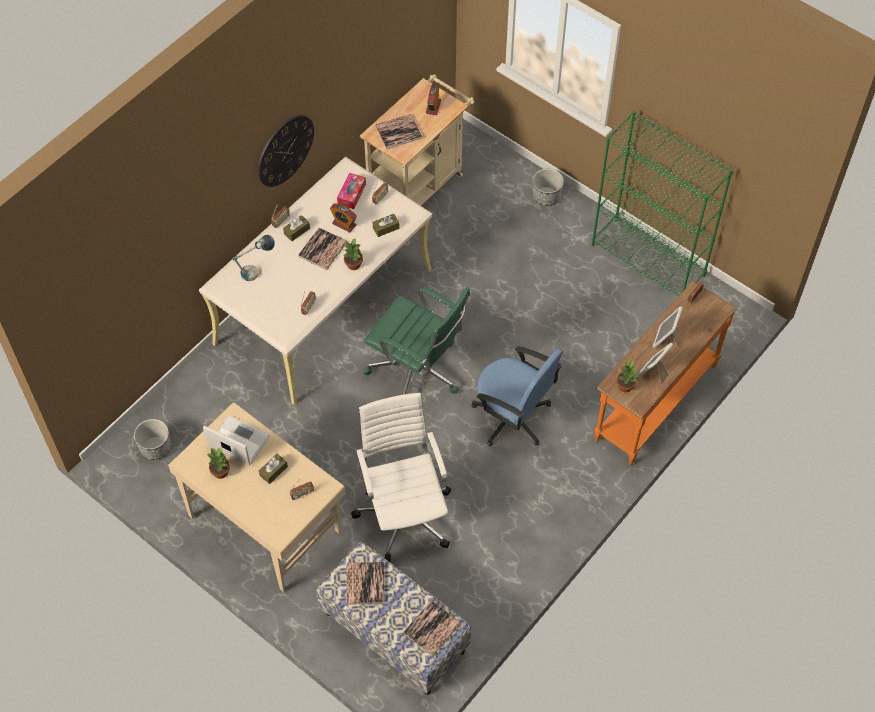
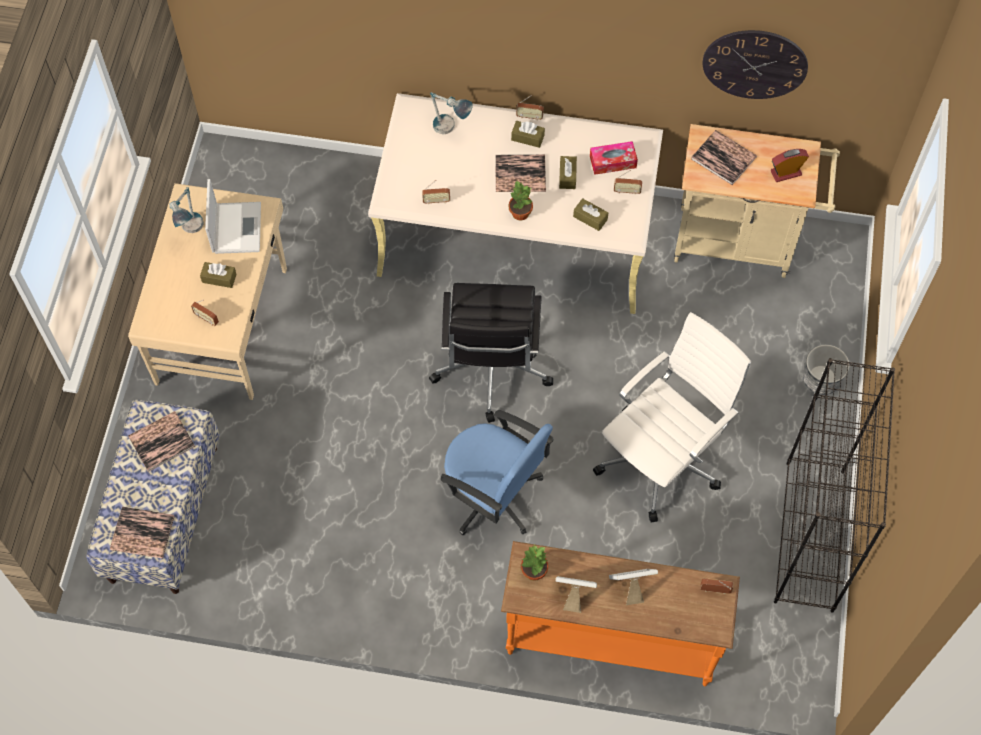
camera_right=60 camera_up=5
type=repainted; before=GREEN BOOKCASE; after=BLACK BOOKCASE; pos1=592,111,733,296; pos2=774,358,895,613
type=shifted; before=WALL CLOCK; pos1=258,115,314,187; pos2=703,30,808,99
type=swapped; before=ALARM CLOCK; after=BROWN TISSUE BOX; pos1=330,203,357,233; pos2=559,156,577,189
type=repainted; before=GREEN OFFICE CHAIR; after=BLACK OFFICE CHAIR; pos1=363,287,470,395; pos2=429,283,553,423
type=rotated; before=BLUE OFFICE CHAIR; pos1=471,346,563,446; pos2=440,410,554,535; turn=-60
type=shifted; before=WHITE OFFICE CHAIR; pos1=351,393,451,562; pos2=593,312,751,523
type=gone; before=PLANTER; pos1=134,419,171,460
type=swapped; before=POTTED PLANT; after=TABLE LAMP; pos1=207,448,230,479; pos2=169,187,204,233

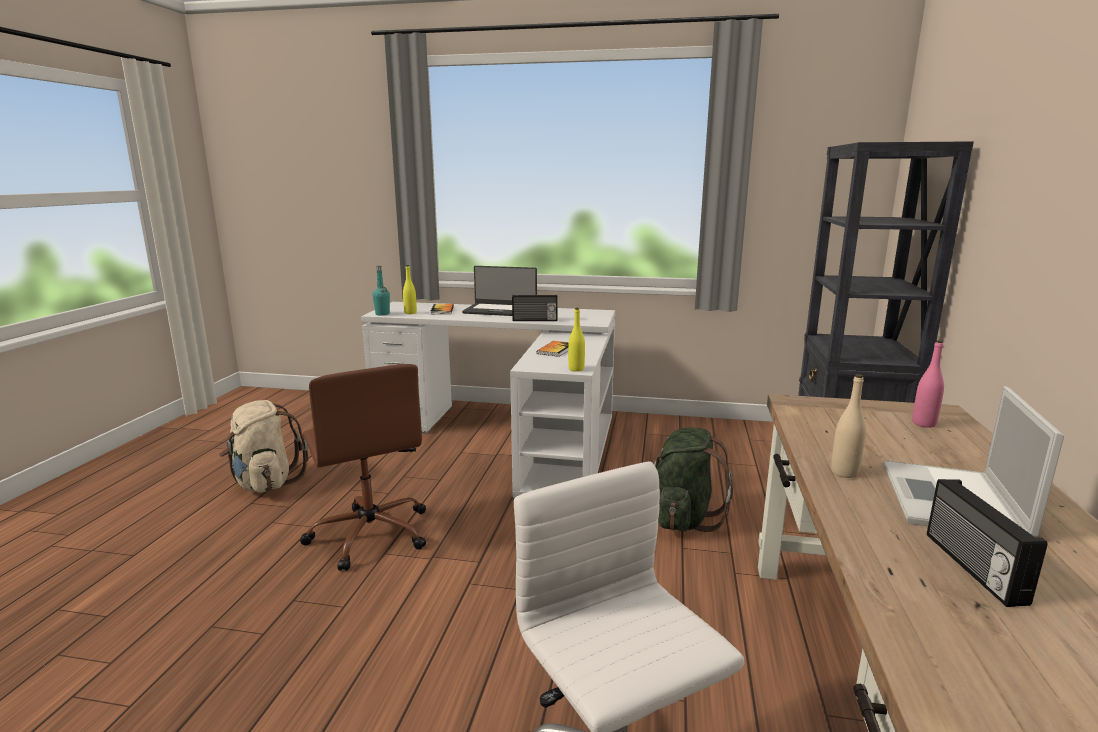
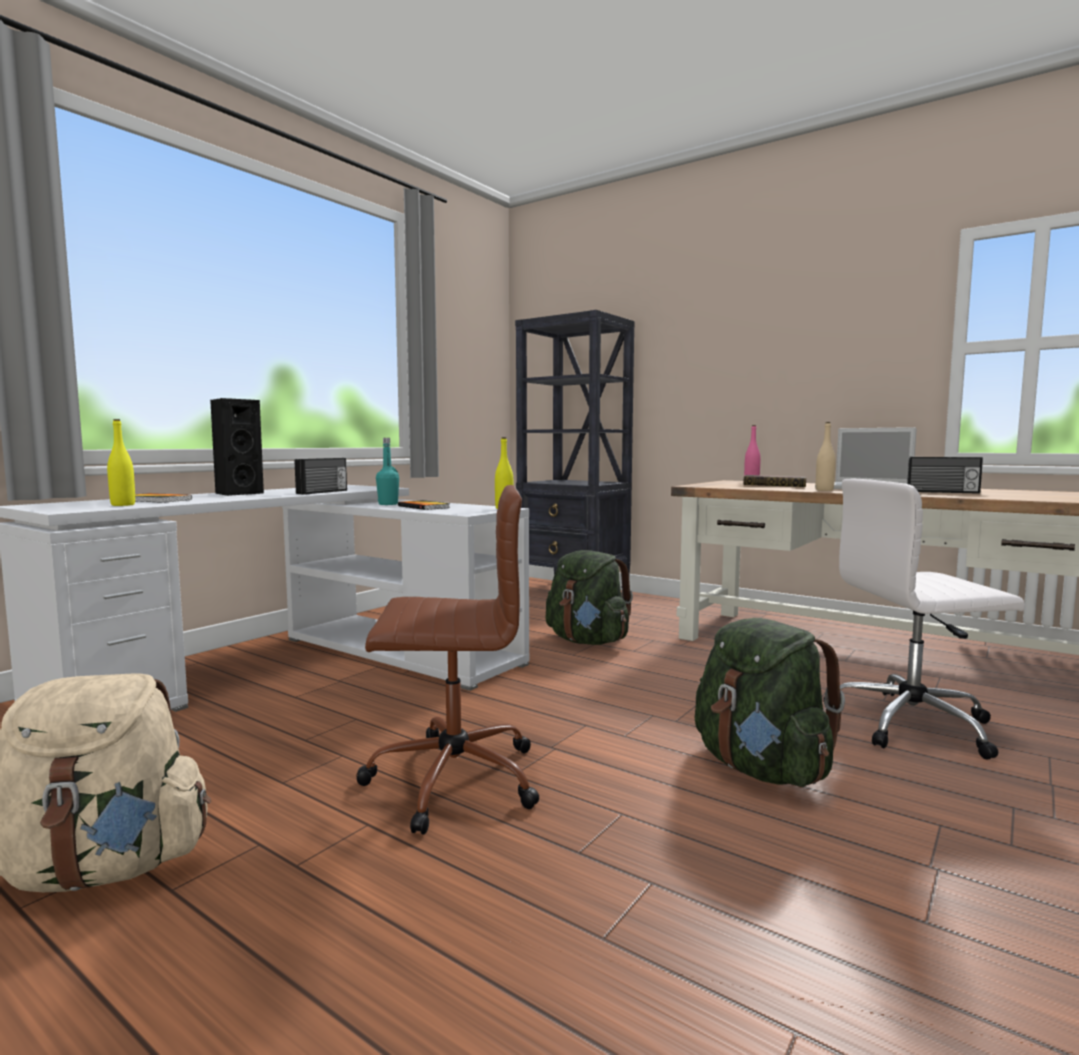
camera_right=-65 camera_up=-10
type=shifted; before=TURQUOISE BOTTLE; pos1=372,266,390,316; pos2=376,438,399,505
type=swapped; before=LAPTOP; after=BLACK SPEAKER; pos1=462,266,537,316; pos2=210,398,264,496
type=new; after=BOOK; pos2=743,475,806,487
type=new; after=GREEN BACKPACK; pos2=695,618,845,787

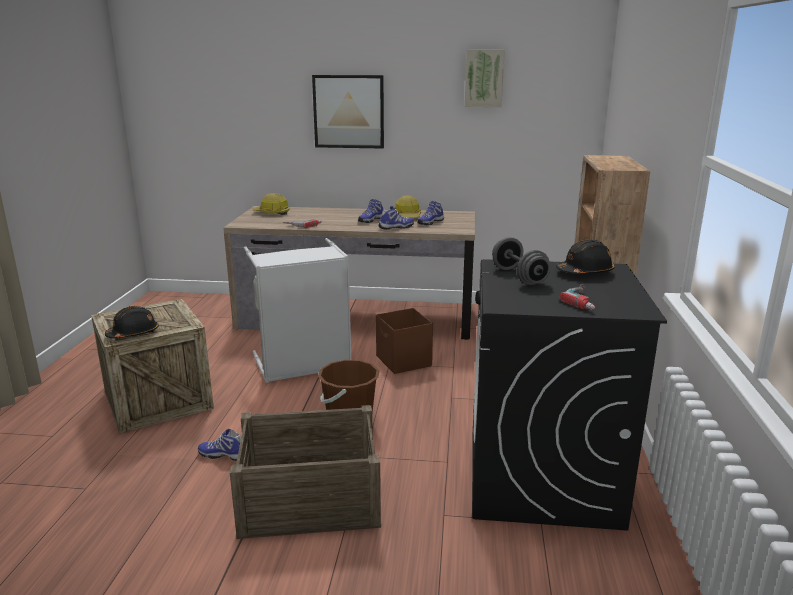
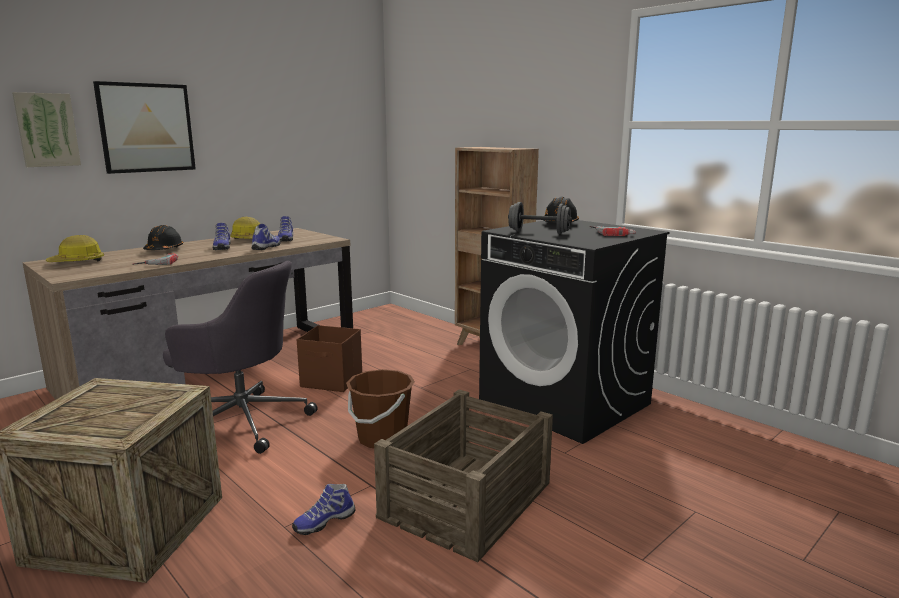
camera_right=-50 camera_up=-5
type=shifted; before=PICTURE; pos1=465,49,505,107; pos2=12,92,81,167
type=swapped; before=GREY LAUNDRY BASKET; after=GREY OFFICE CHAIR; pos1=244,238,351,383; pos2=163,261,318,454
type=shifted; before=BLACK HARD HAT; pos1=105,306,159,338; pos2=143,225,183,250

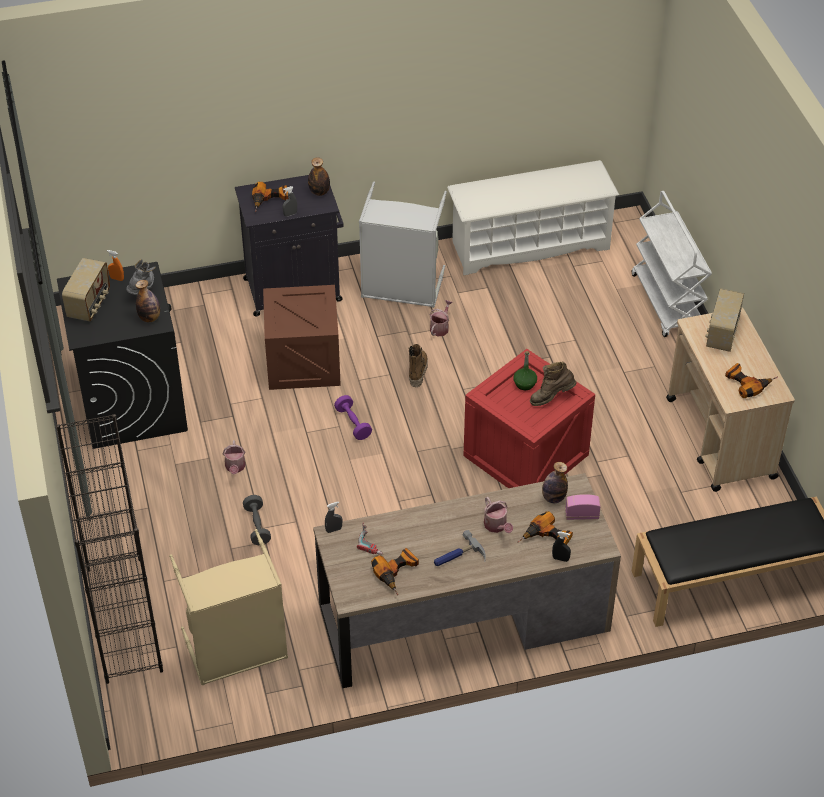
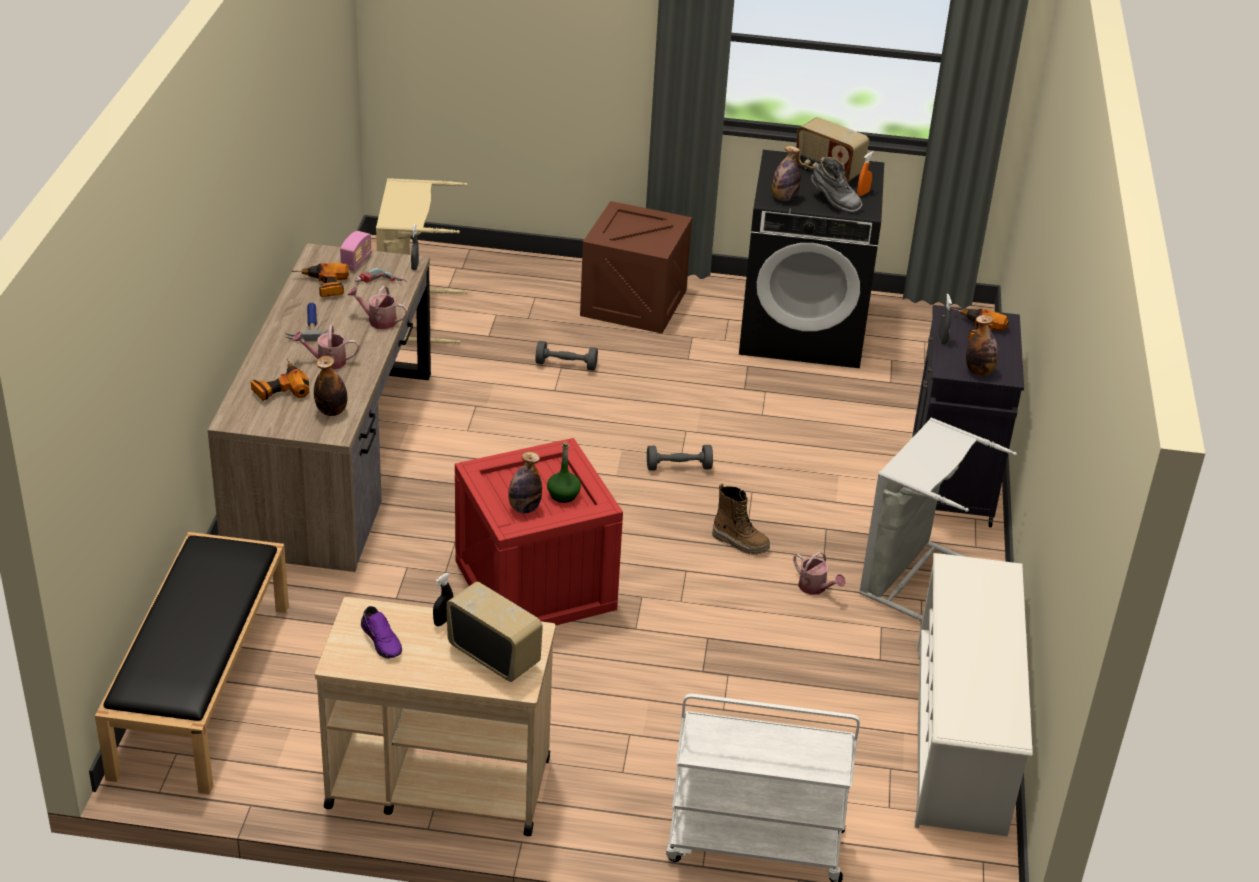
camera_right=110 camera_up=-10
type=shifted; before=CRATE; pos1=263,285,341,390; pos2=580,201,692,334
type=swapped; before=BROWN BOOT; after=BOTTLE; pos1=530,361,576,406; pos2=508,452,542,514
type=swapped; before=POWER DRILL; after=PURPLE SHOE; pos1=725,363,778,398; pos2=361,606,402,659
type=repainted; before=PURPLE DUMBBELL; after=GREY DUMBBELL; pos1=334,395,372,440; pos2=647,445,713,471
type=gone; before=BLACK BOOKCASE; pos1=56,414,163,684
type=shifted; before=WATERING CAN; pos1=223,440,246,474; pos2=347,286,408,329
type=shifted; before=RADIO; pos1=565,494,601,520; pos2=340,231,372,271
type=shifted; before=BLACK SPRAY BOTTLE; pos1=552,531,571,562; pos2=433,573,454,626

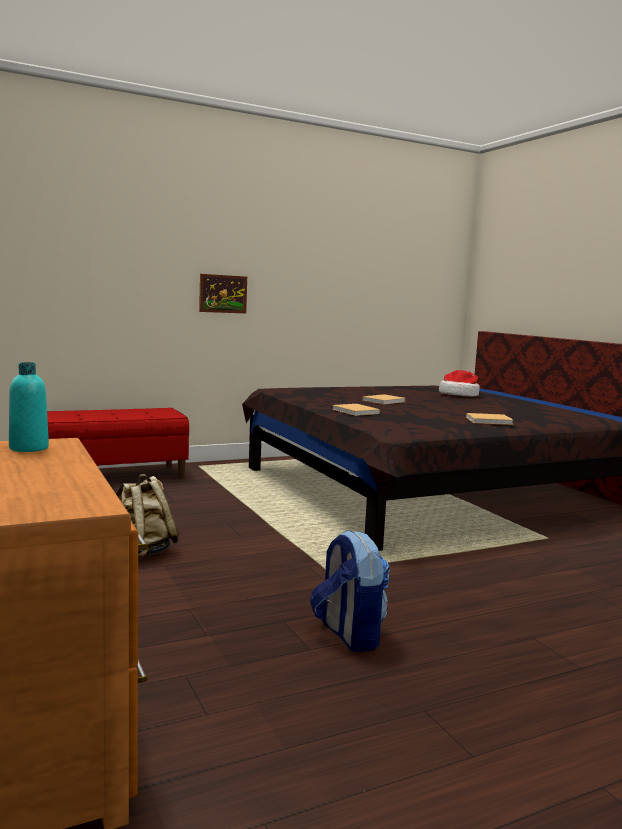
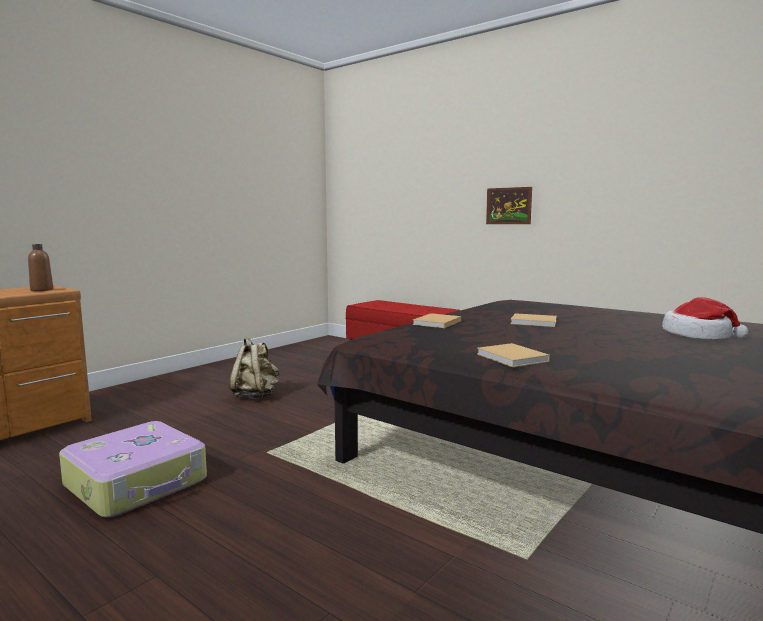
camera_right=65 camera_up=0
type=repainted; before=TURQUOISE BOTTLE; after=BROWN BOTTLE; pos1=9,362,49,452; pos2=28,244,53,291
type=swapped; before=BACKPACK; after=SUITCASE; pos1=310,530,390,652; pos2=59,421,207,518

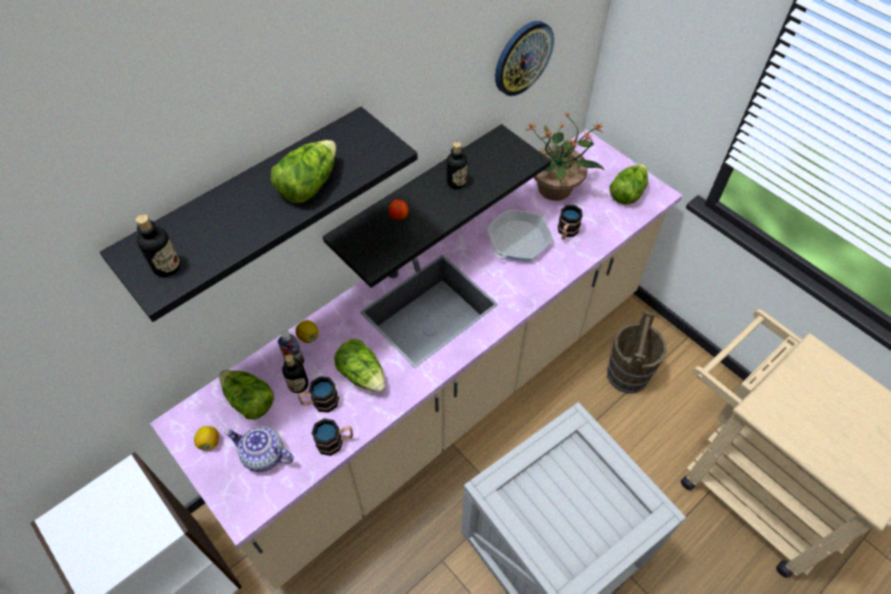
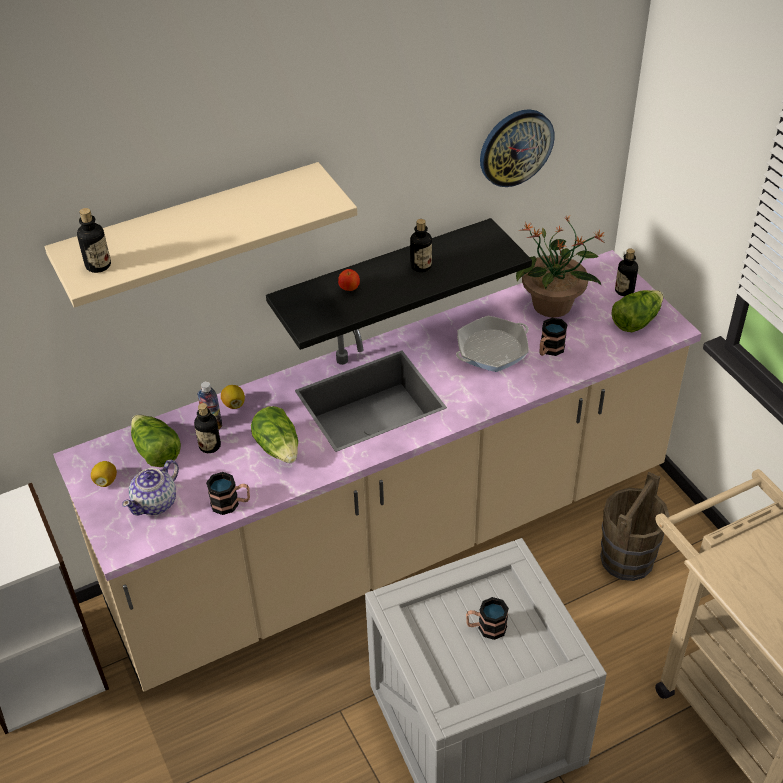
camera_right=15 camera_up=-10
type=repainted; before=BLACK SHELF; after=BEIGE SHELF; pos1=100,107,418,322; pos2=45,162,357,308
type=gone; before=LETTUCE; pos1=270,140,336,203
type=shifted; before=MUG; pos1=298,376,339,413; pos2=466,597,509,640
type=rotated; before=TEAPOT; pos1=224,426,294,472; pos2=122,460,179,516; turn=-90
type=new; after=BOTTLE; pos2=615,248,638,296

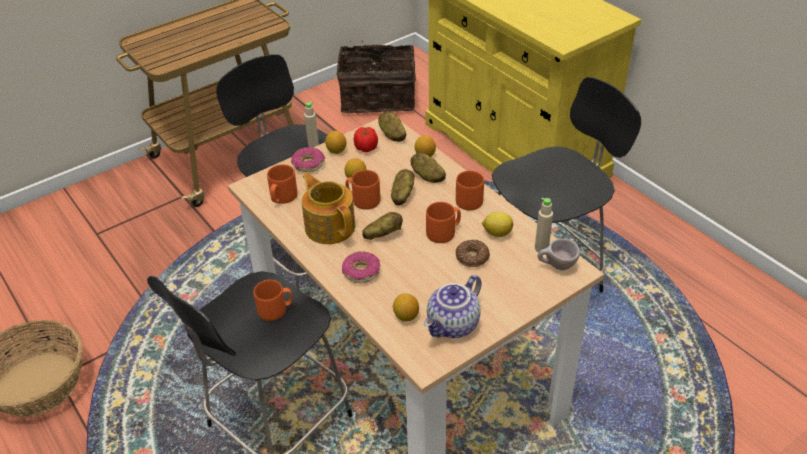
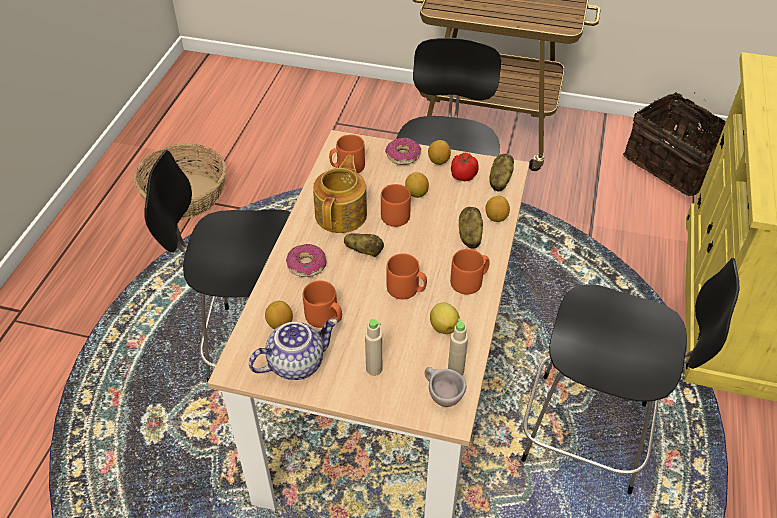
camera_right=50 camera_up=5
type=shifted; before=BEIGE BOTTLE; pos1=304,102,319,147; pos2=365,319,382,376
type=gone; before=POTATO; pos1=391,169,414,206
type=gone; before=DONUT; pos1=456,240,490,267
type=rotated; before=TEAPOT; pos1=424,275,482,338; pos2=249,318,338,380; turn=150
type=shifted; before=ORANGE MUG; pos1=254,280,292,321; pos2=302,280,342,328

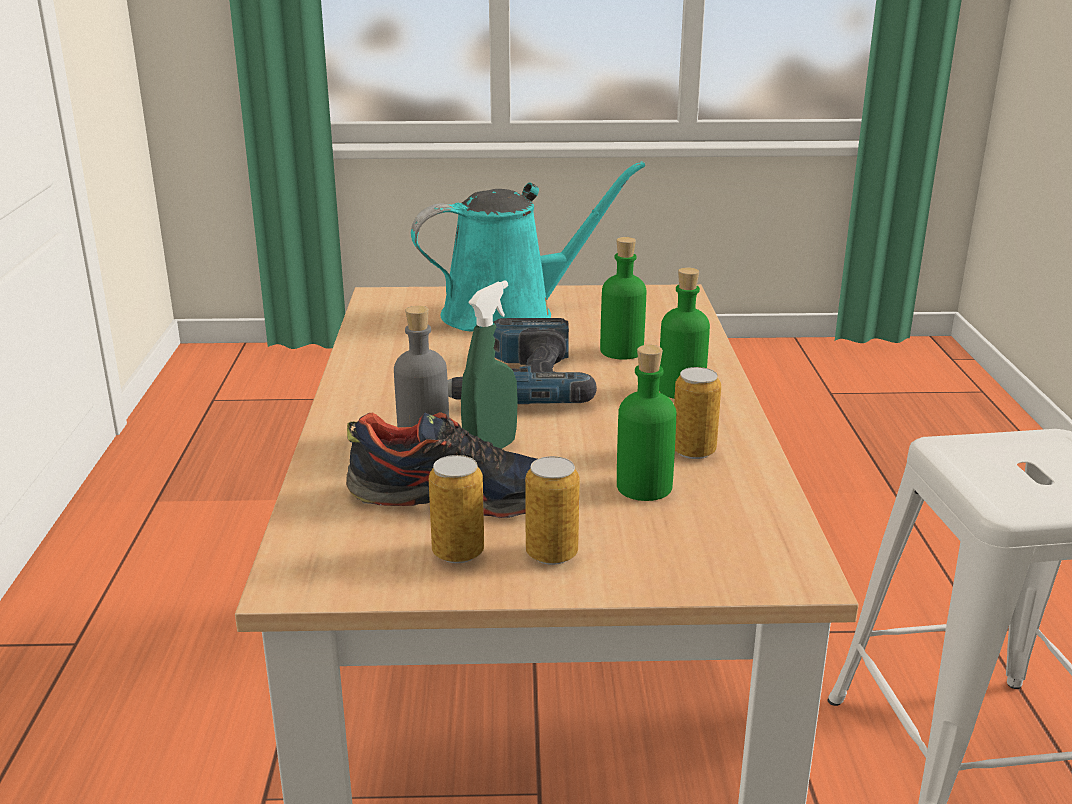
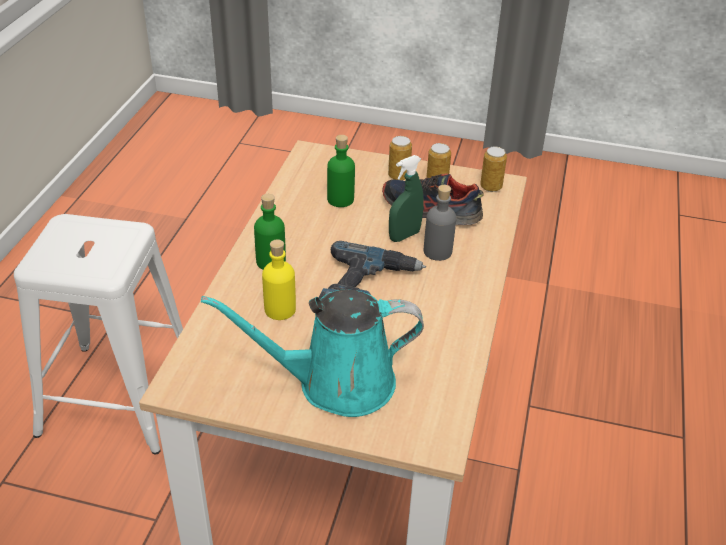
camera_right=-165 camera_up=15
type=repainted; before=GREEN BOTTLE; after=YELLOW BOTTLE; pos1=600,237,646,360; pos2=262,239,296,320
type=shifted; before=CAN; pos1=674,367,721,459; pos2=480,147,507,192

